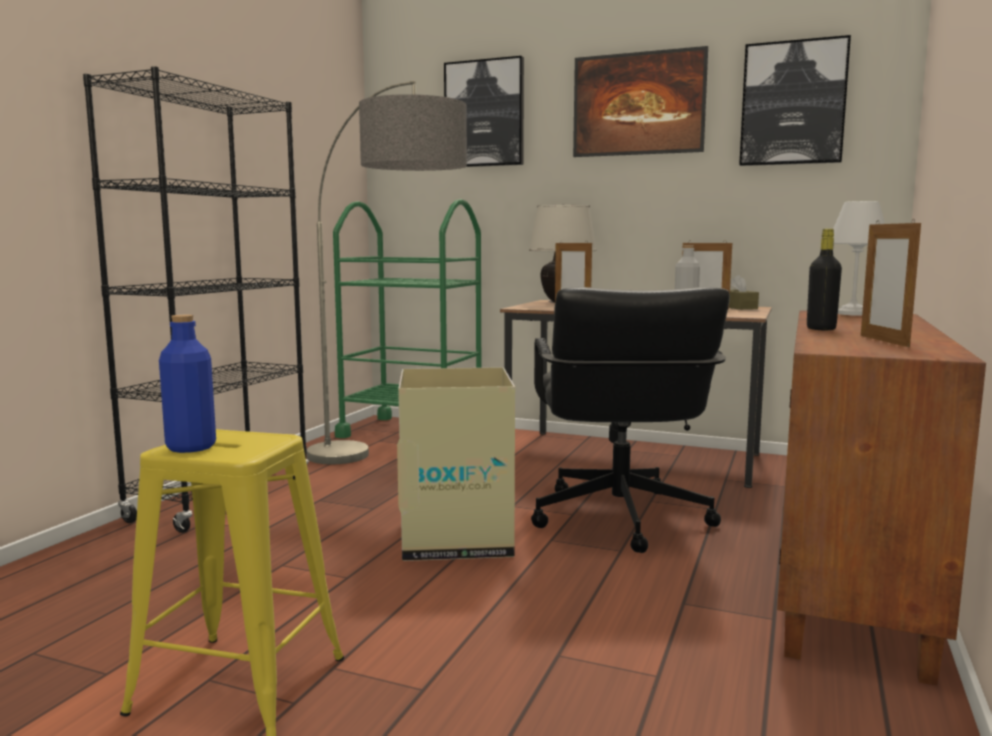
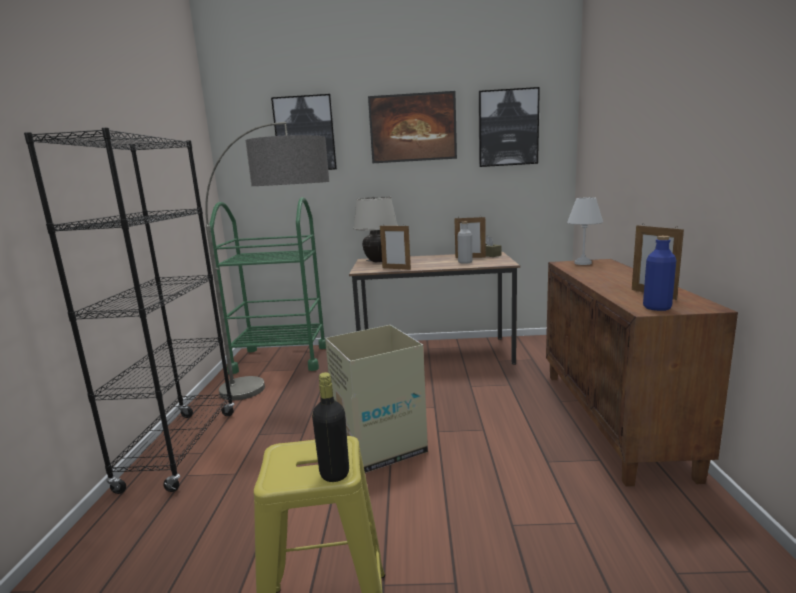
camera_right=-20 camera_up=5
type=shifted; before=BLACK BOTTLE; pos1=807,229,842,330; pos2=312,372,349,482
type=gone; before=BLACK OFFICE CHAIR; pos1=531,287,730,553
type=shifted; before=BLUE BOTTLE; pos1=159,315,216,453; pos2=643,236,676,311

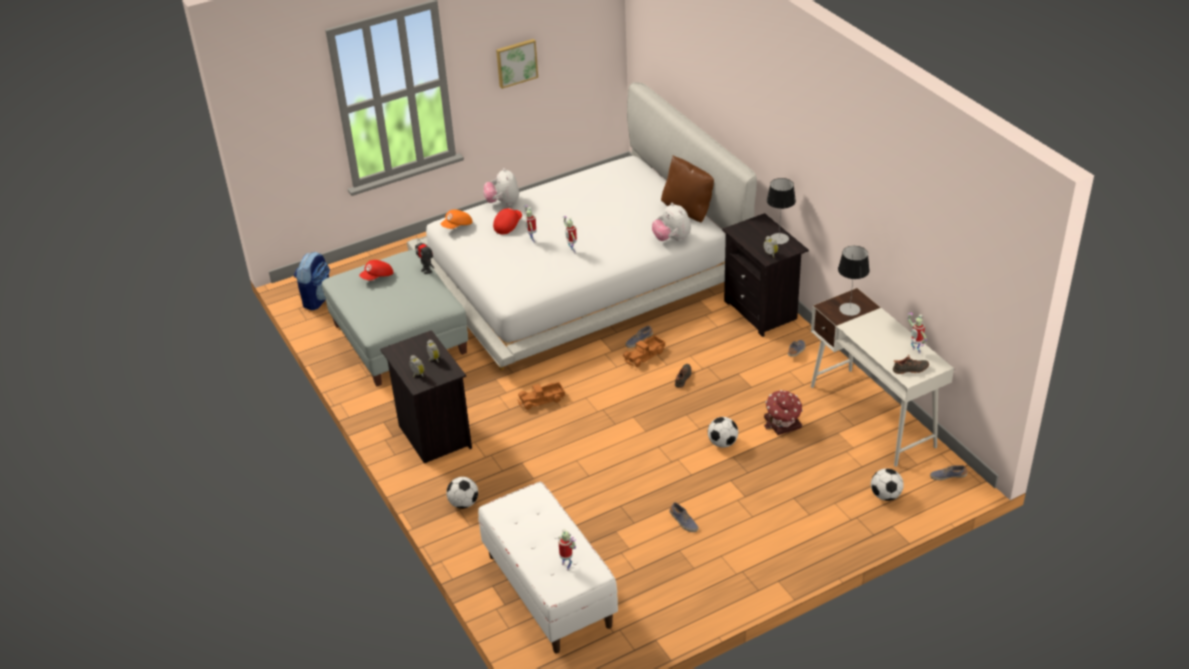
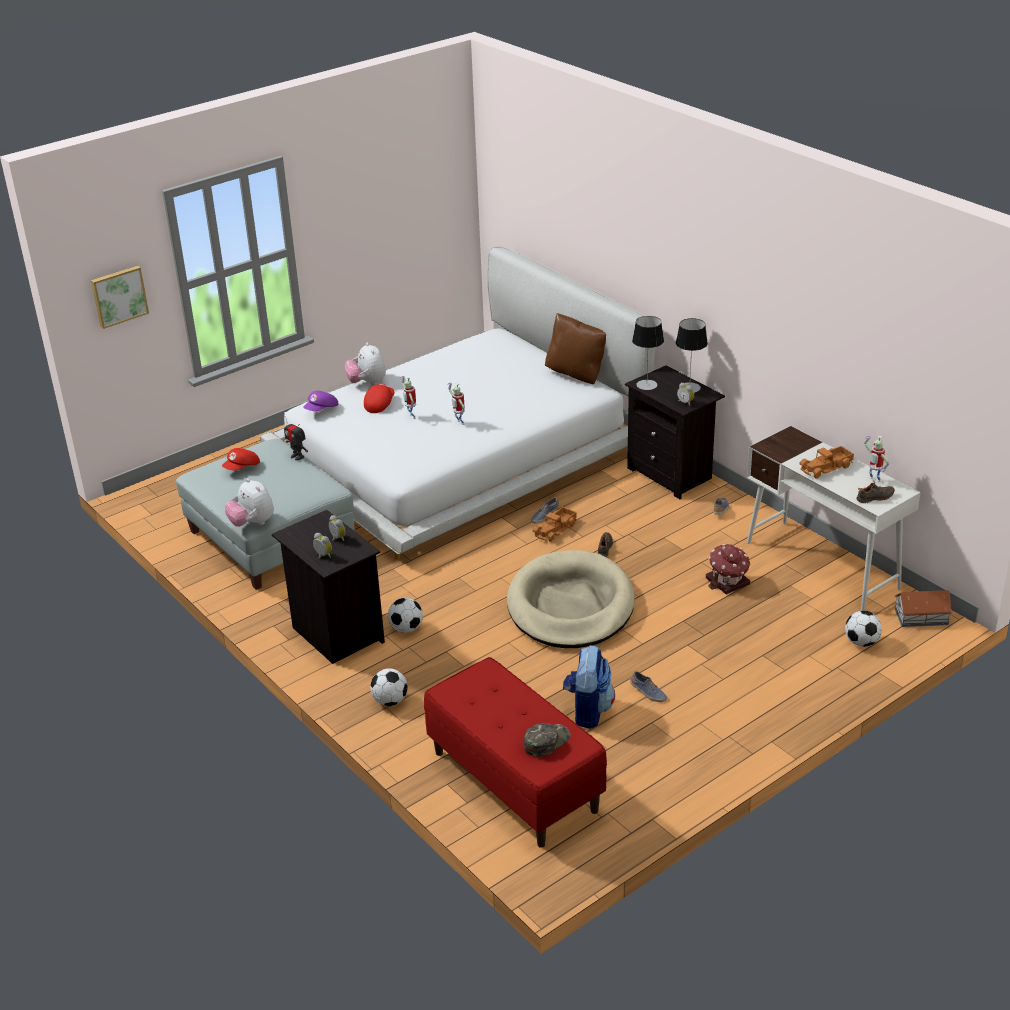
camera_right=-10 camera_up=-5
type=shifted; before=PICTURE; pos1=496,39,538,89; pos2=91,266,149,329
type=shifted; before=PLUSH TOY; pos1=652,203,691,241; pos2=225,478,274,527
type=repainted; before=ORANGE CAP; after=PURPLE CAP; pos1=440,209,473,229; pos2=303,391,339,411
type=shifted; before=TABLE LAMP; pos1=838,246,870,316; pos2=632,316,664,390
type=shifted; before=BACKPACK; pos1=294,252,330,311; pos2=563,645,615,729
type=shifted; before=TOY TRUCK; pos1=517,382,565,410; pos2=799,446,854,478
type=shifted; before=FOOTBALL; pos1=708,417,738,448; pos2=388,598,423,633
type=swapped; before=SHOE; after=TOY HOUSE; pos1=930,465,967,480; pos2=894,590,952,627
type=repainted; before=WHITE BENCH; after=RED BENCH; pos1=478,482,618,654; pos2=424,657,607,848
type=swapped; before=TOY ROBOT; after=GREEN CAP; pos1=558,529,576,571; pos2=524,723,571,757
type=new; after=BEIGE DOG BED; pos2=507,550,635,648

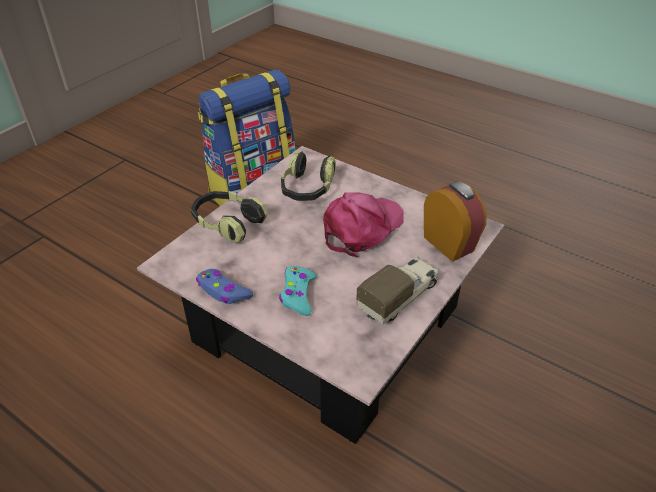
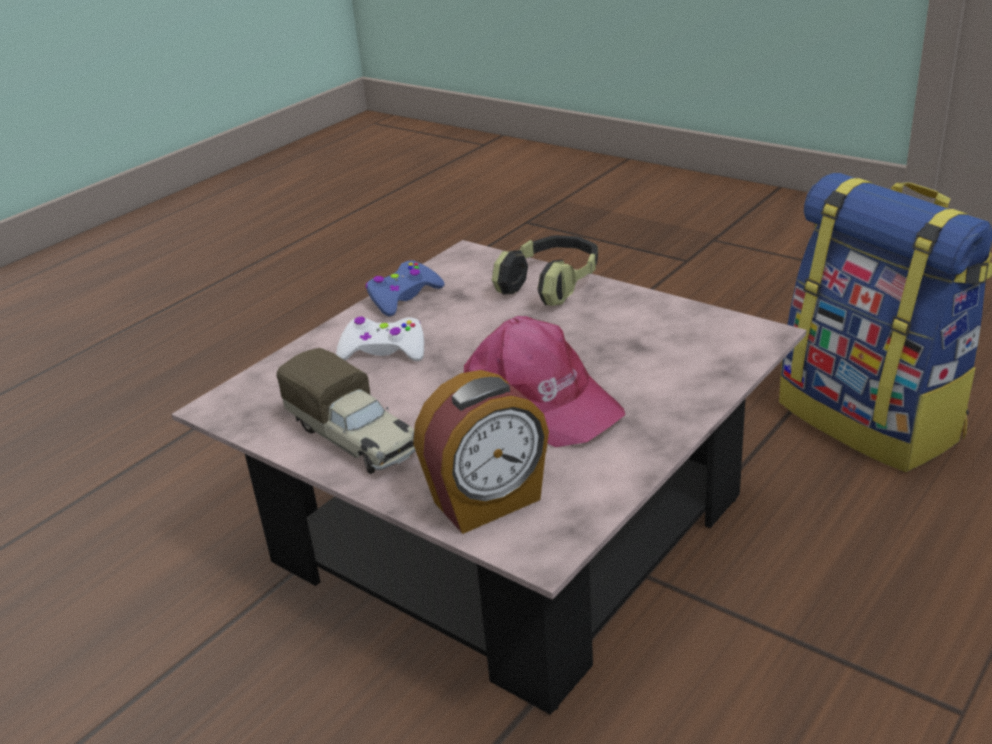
camera_right=95 camera_up=-10
type=gone; before=HEADPHONES; pos1=281,151,336,201
type=repainted; before=TURQUOISE GAME CONTROLLER; after=WHITE GAME CONTROLLER; pos1=279,266,317,316; pos2=336,317,424,361

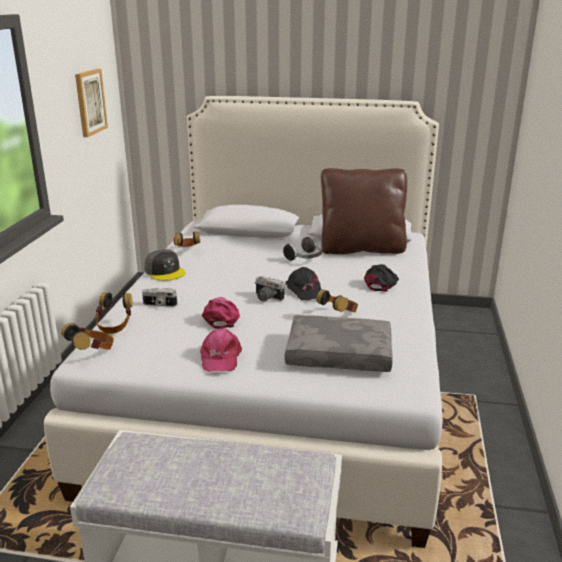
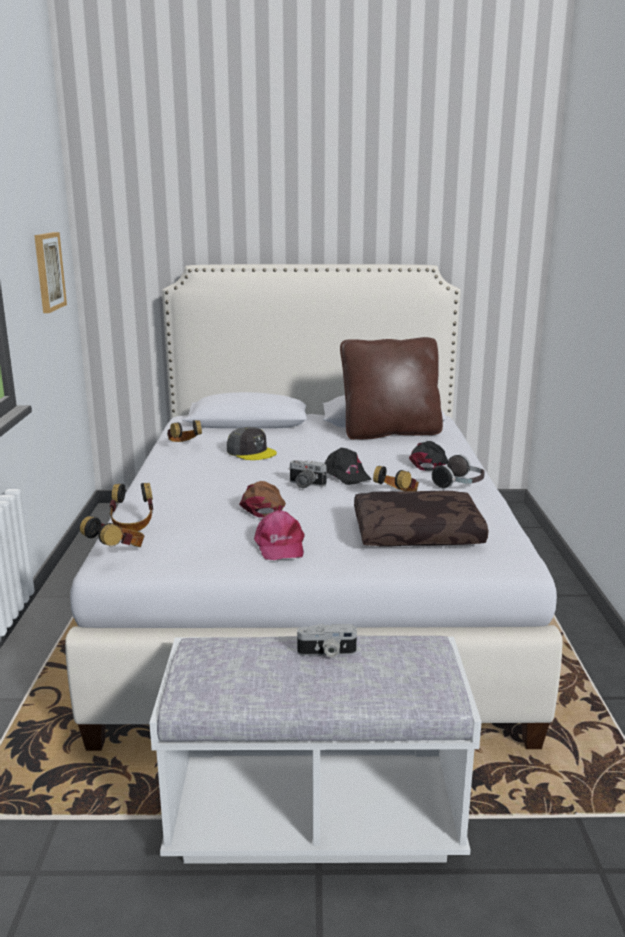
camera_right=-10 camera_up=-5
type=shifted; before=HEADPHONES; pos1=283,236,323,261; pos2=432,454,485,489
type=shifted; before=GREY CAP; pos1=145,249,186,281; pos2=227,427,277,460
type=shifted; before=PHOTO CAMERA; pos1=142,288,177,307; pos2=297,624,357,657
type=repainted; before=PINK CAP; after=BROWN CAP; pos1=202,297,240,329; pos2=239,481,286,518
type=repainted; before=GREY PILLOW; after=BROWN PILLOW; pos1=285,315,393,372; pos2=354,491,488,546

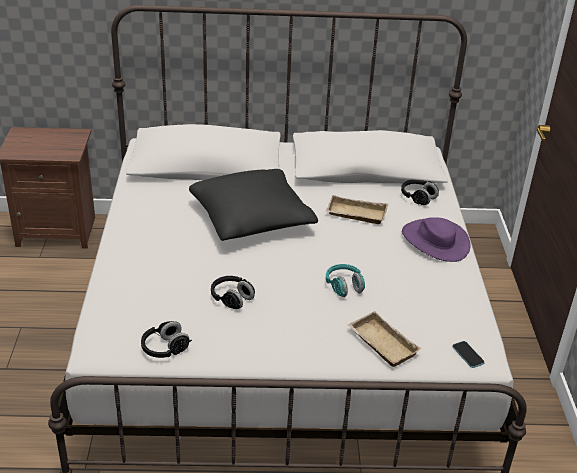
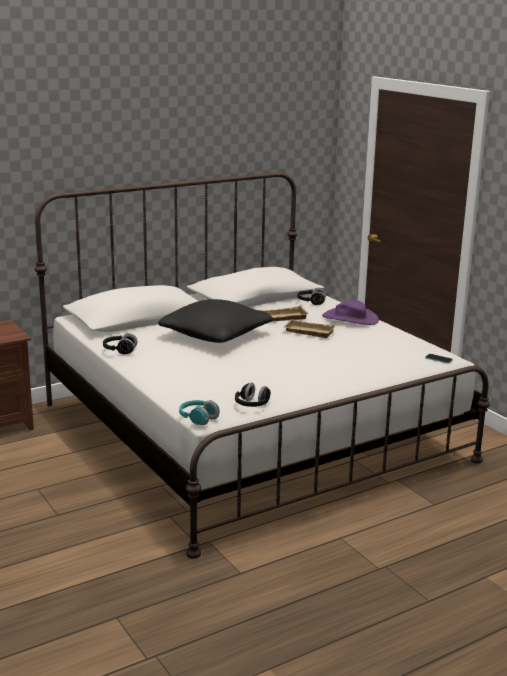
camera_right=-30 camera_up=-15
type=shifted; before=TURQUOISE HEADPHONES; pos1=326,264,365,297; pos2=179,400,220,425
type=shifted; before=BLACK HEADPHONES; pos1=211,276,255,309; pos2=103,333,137,354
type=shifted; before=BEIGE TRAY; pos1=348,311,421,367; pos2=283,319,336,338

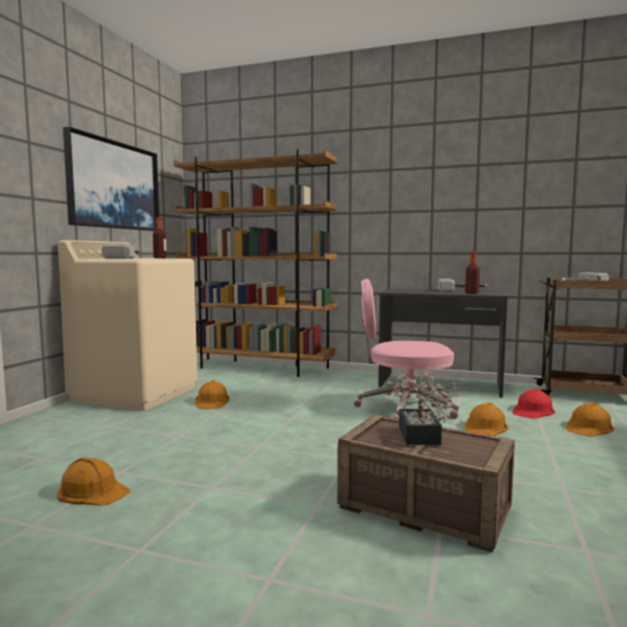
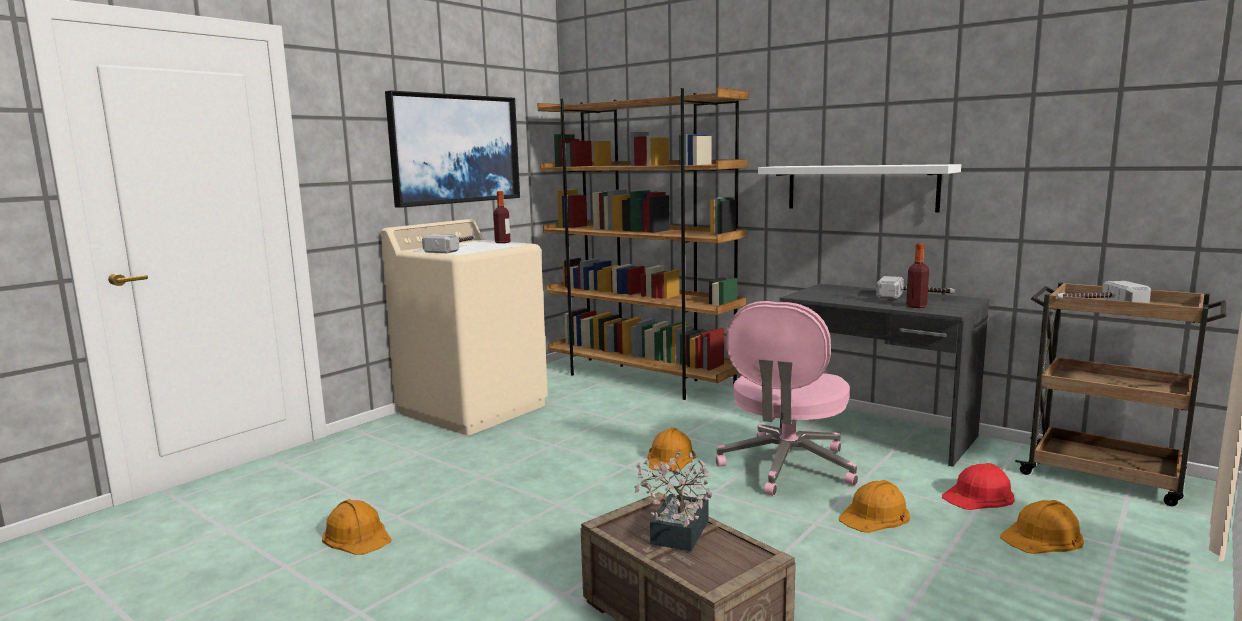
camera_right=20 camera_up=5
type=rotated; before=PINK OFFICE CHAIR; pos1=354,279,459,419; pos2=716,301,858,496; turn=-90
type=shifted; before=ORANGE HARD HAT; pos1=195,380,230,409; pos2=648,428,696,472
type=new; after=WHITE SHELF; pos2=758,164,961,212

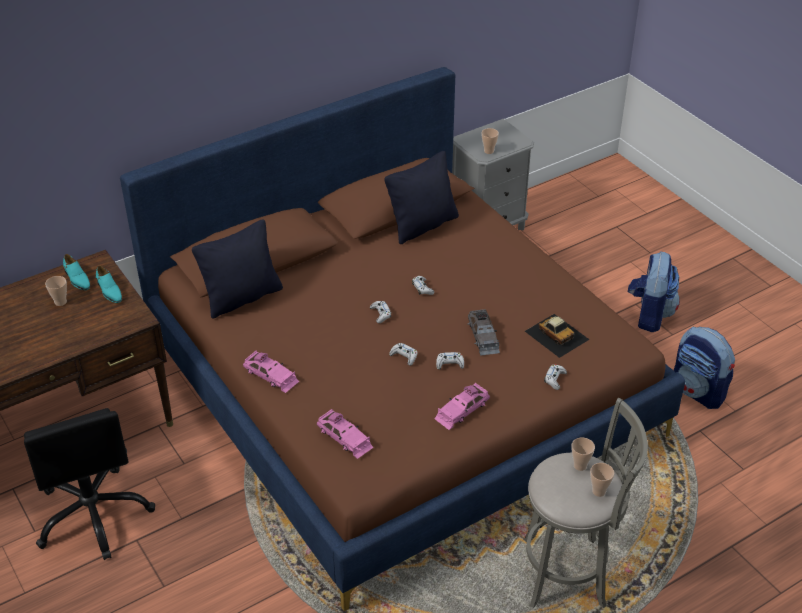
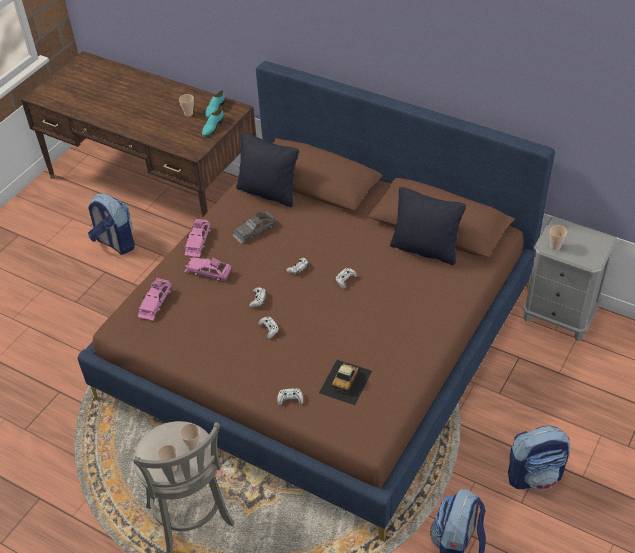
camera_right=65 camera_up=5
type=shifted; before=GREY TOY CAR; pos1=468,309,500,356; pos2=232,211,276,244
type=shifted; before=PINK TOY CAR; pos1=434,383,490,430; pos2=184,256,232,281
type=swapped; before=BLACK OFFICE CHAIR; after=BACKPACK; pos1=24,408,155,560; pos2=88,193,135,255

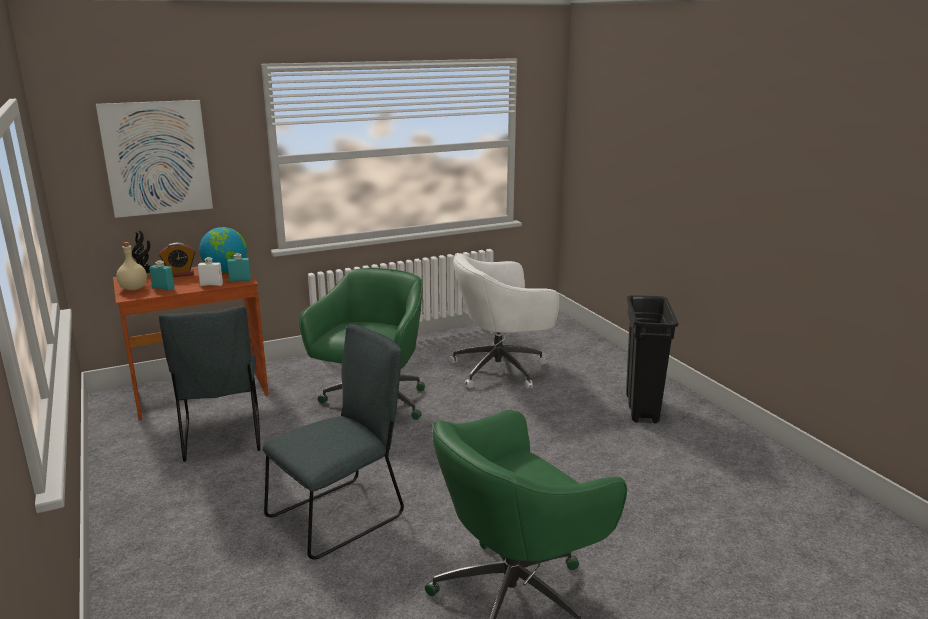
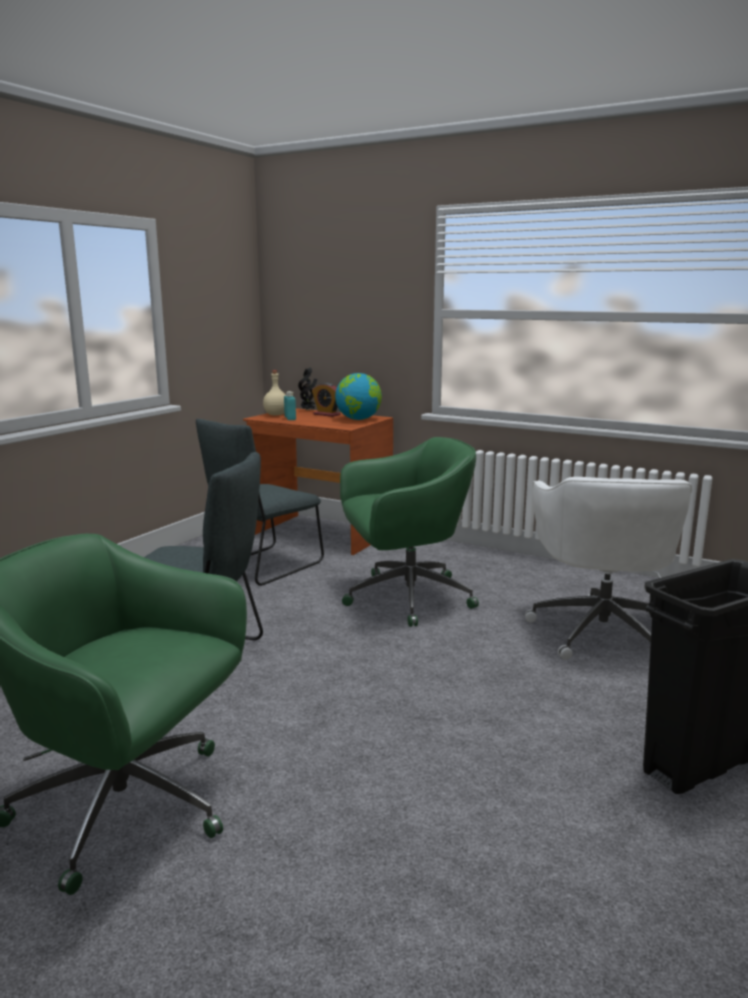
camera_right=55 camera_up=-5
type=gone; before=PICTURE; pos1=96,100,213,218
type=gone; before=TURQUOISE BOTTLE; pos1=227,253,251,282
type=rotated; before=WHITE OFFICE CHAIR; pos1=449,253,559,389; pos2=525,477,692,660; turn=-120
type=gone; before=WHITE BOTTLE; pos1=197,257,223,286

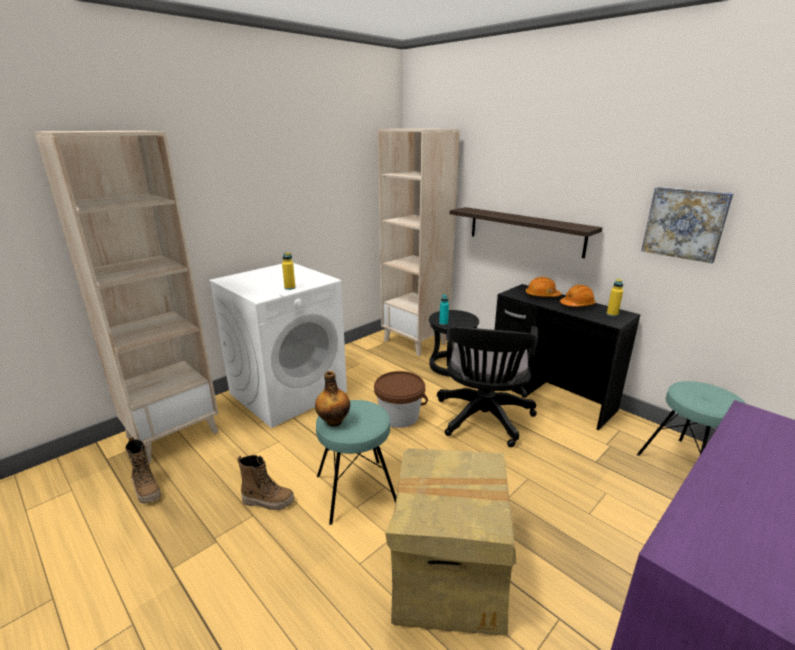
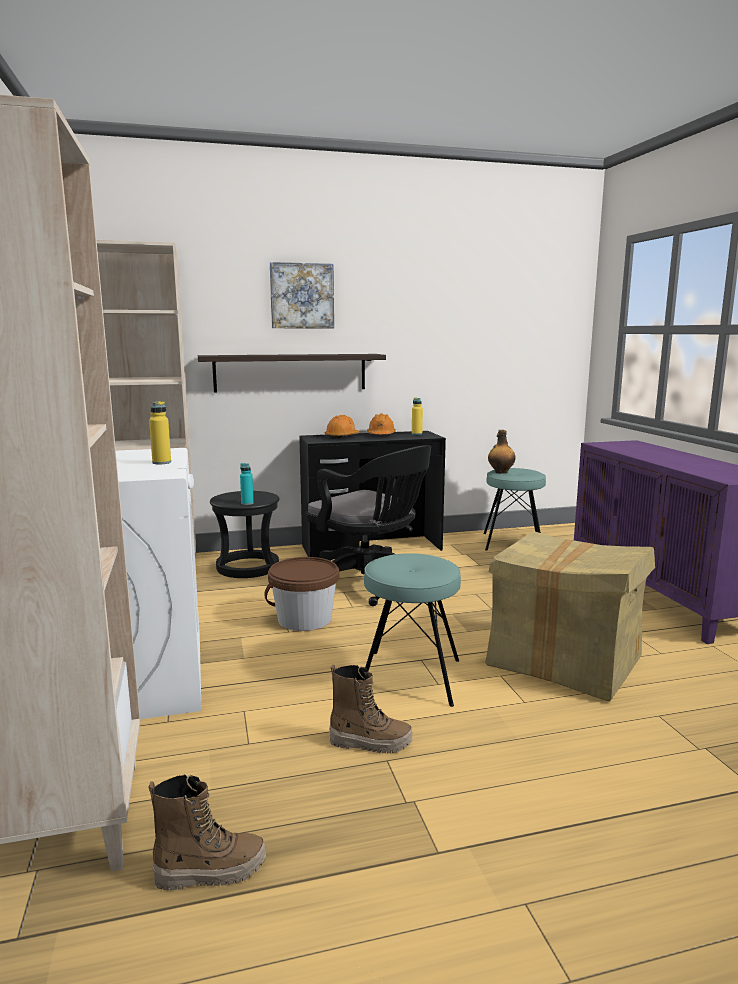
camera_right=-60 camera_up=-10
type=shifted; before=PICTURE; pos1=641,187,734,263; pos2=270,262,334,328
type=shifted; before=BOTTLE; pos1=315,371,350,427; pos2=488,430,516,474
type=rotated; before=BOOT; pos1=237,455,295,510; pos2=329,665,412,753; turn=60

